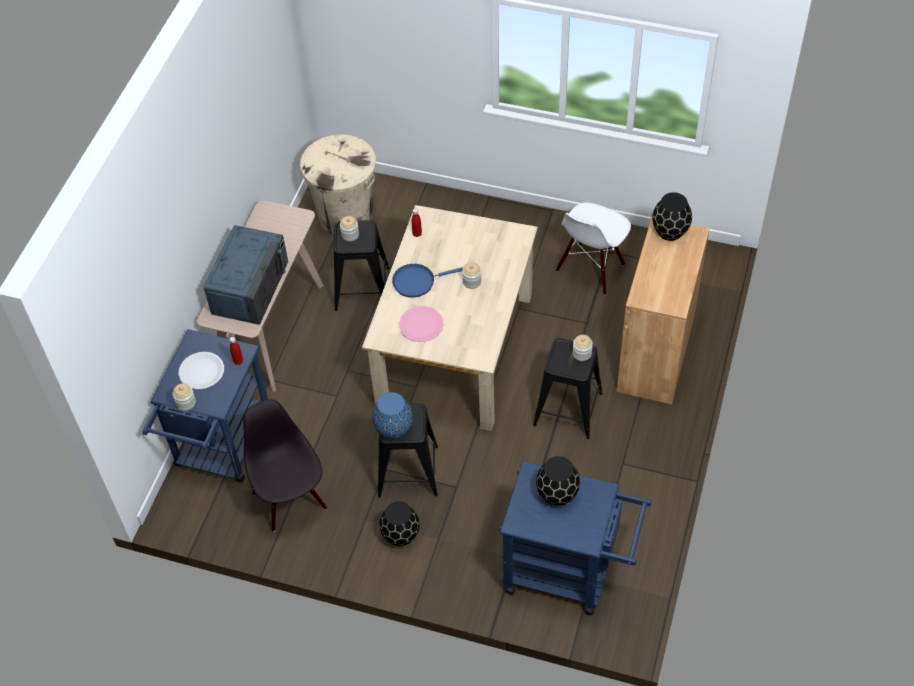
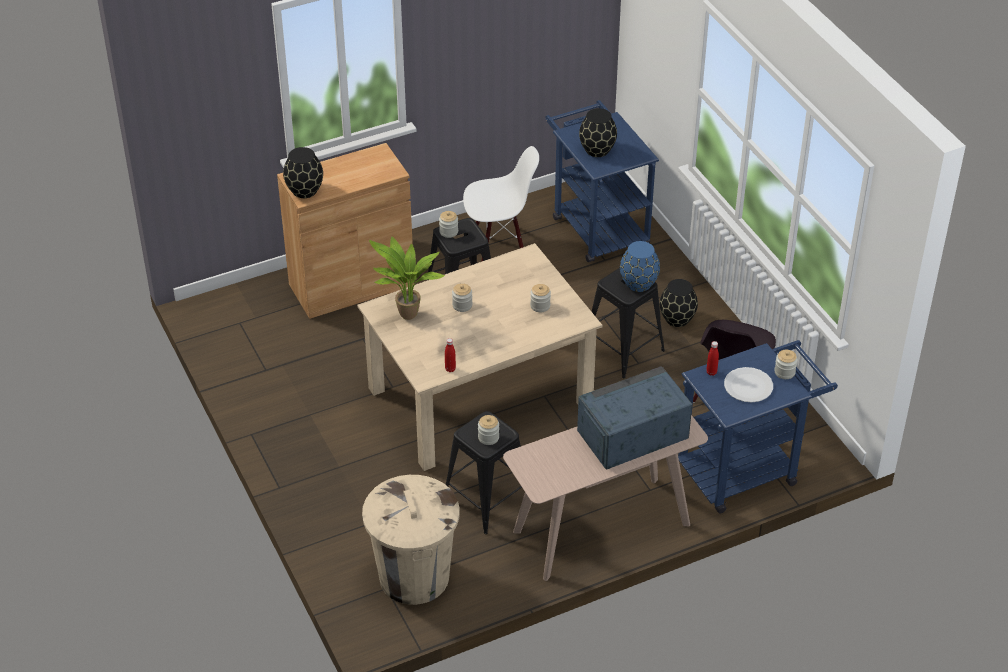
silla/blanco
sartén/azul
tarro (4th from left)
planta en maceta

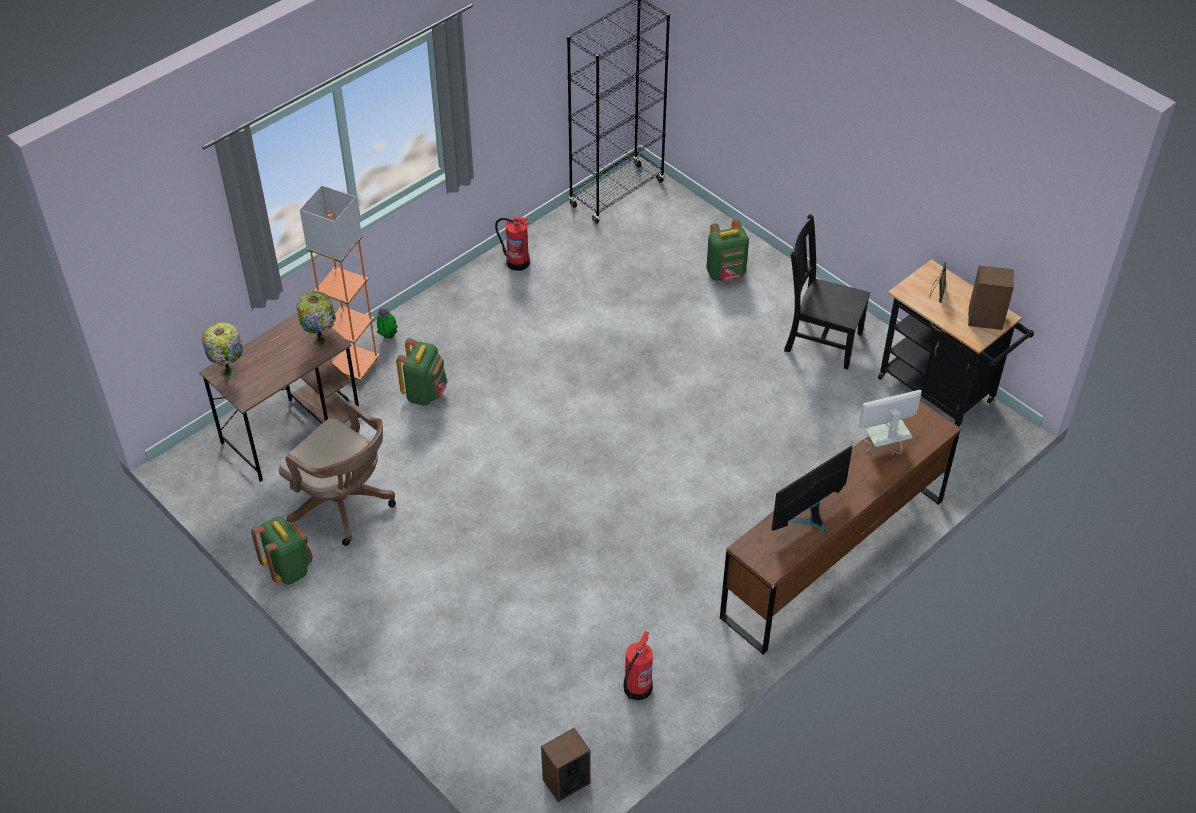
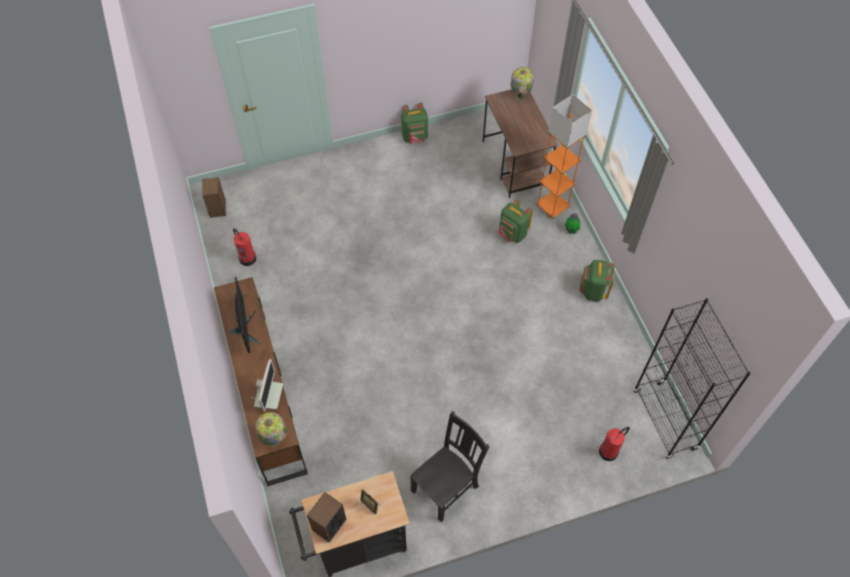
extintor (2nd from left)
mochila/verde (3rd from left)
lámpara de mesa (1st from left)
silla de oficina/marrón

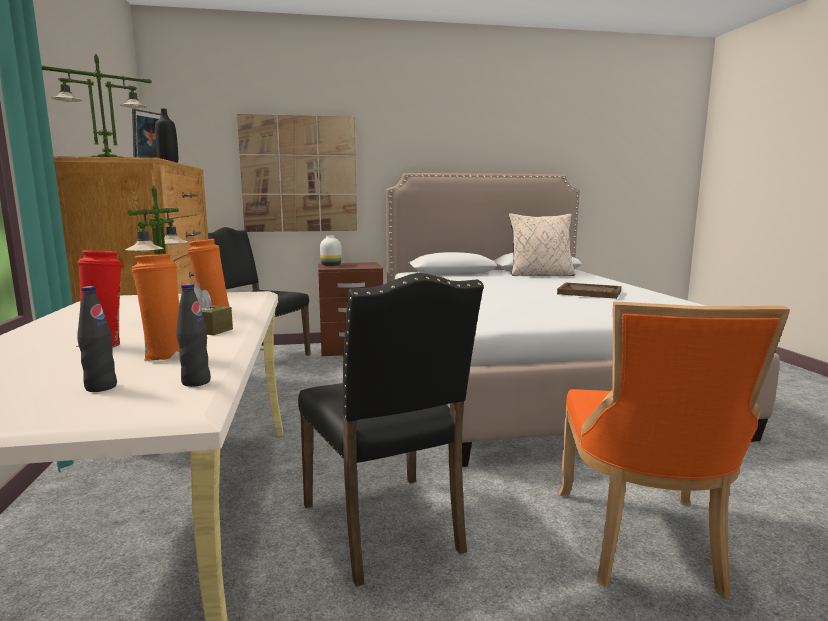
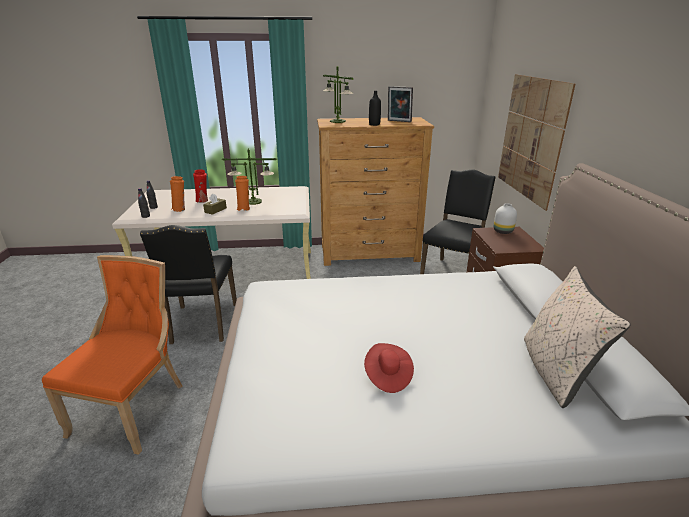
silla/negro (1st from left)
sombrero/rojo
silla/naranja

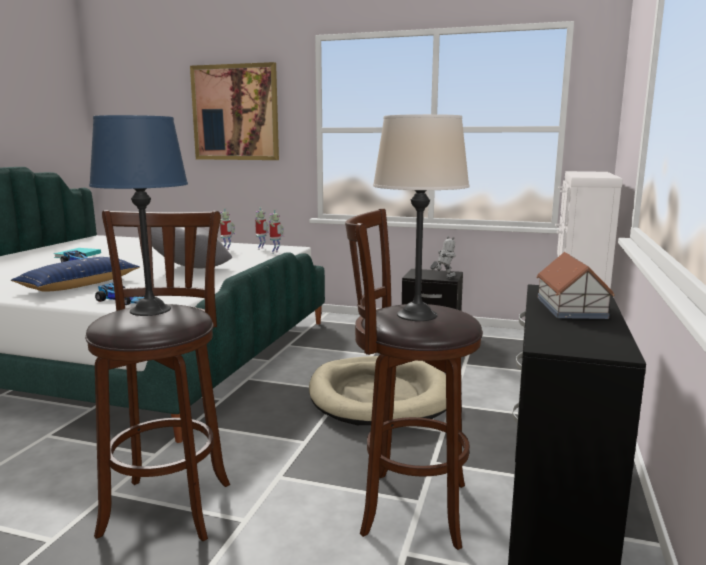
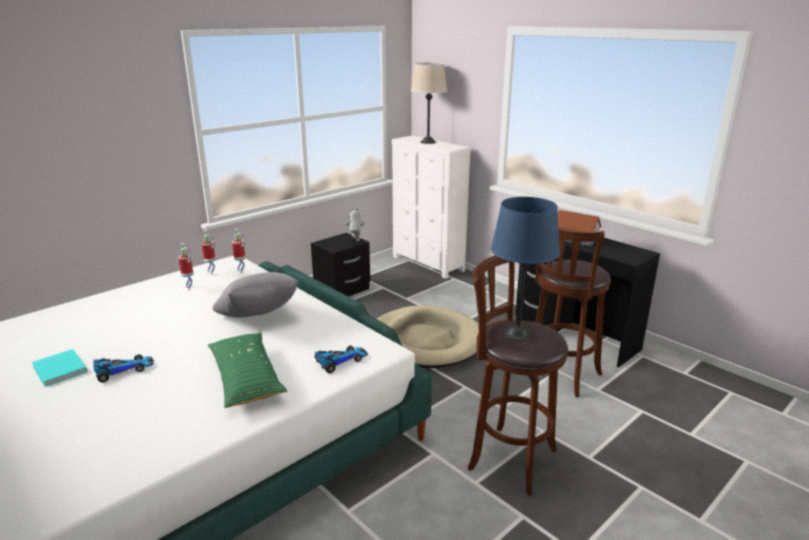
cuadro
lámpara de mesa/beis
cojín/verde

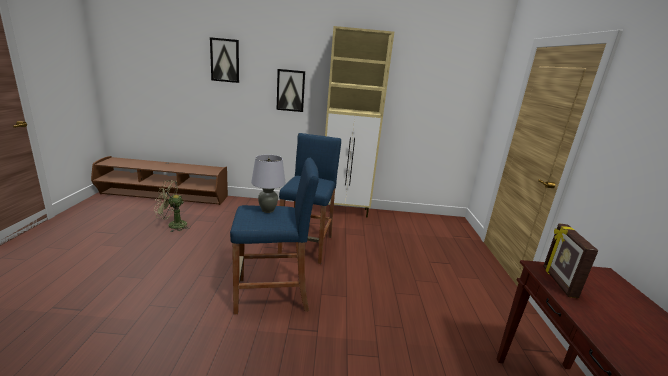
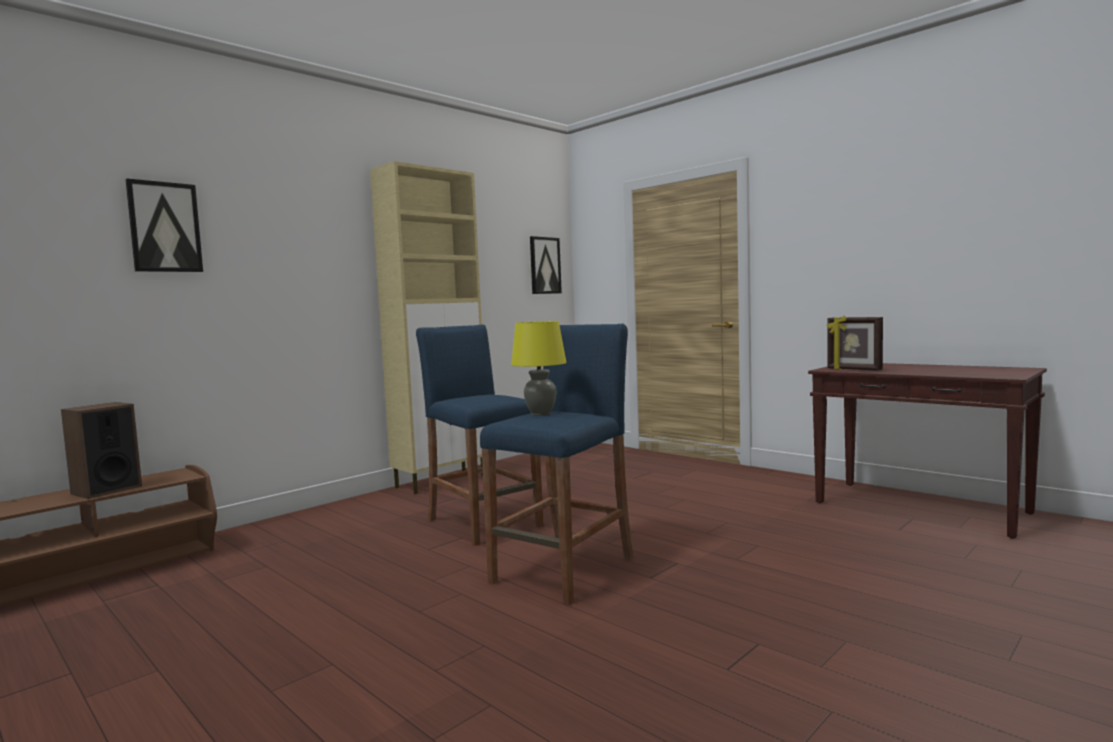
cuadro (2nd from left)
lámpara de mesa/amarillo
ventilador/verde
altavoz

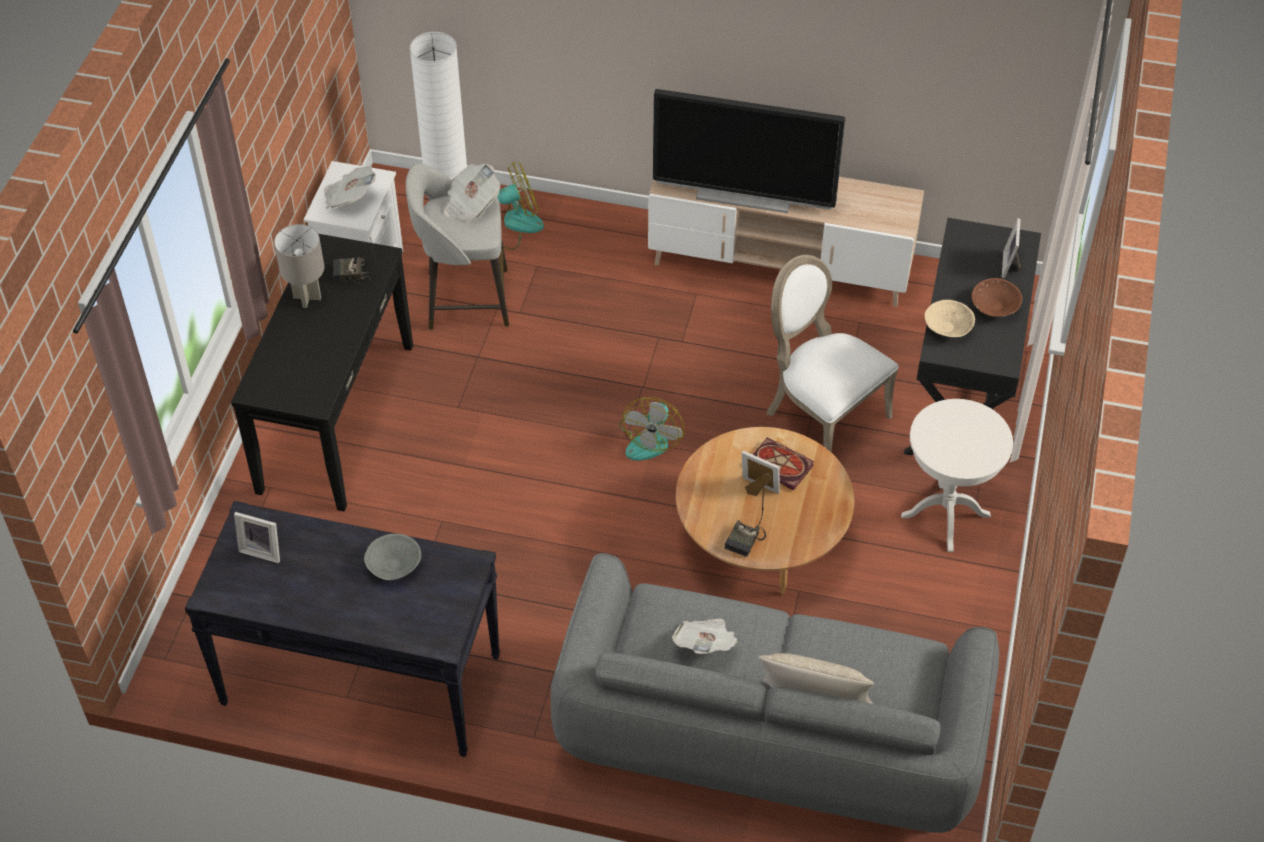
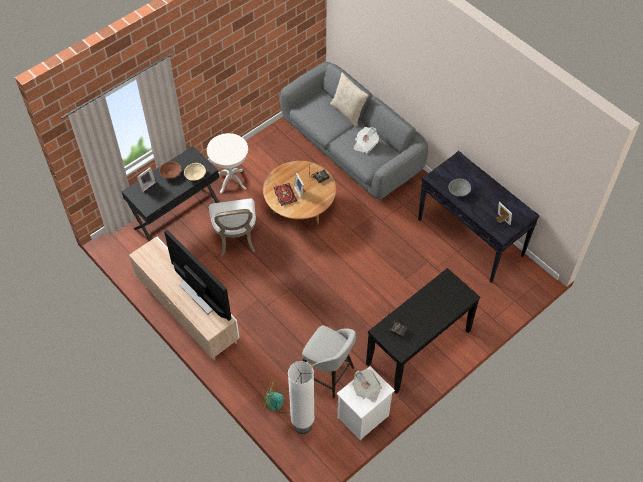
periódico (2nd from left in the first image)
lámpara de mesa/gris
ventilador (2nd from left in the first image)

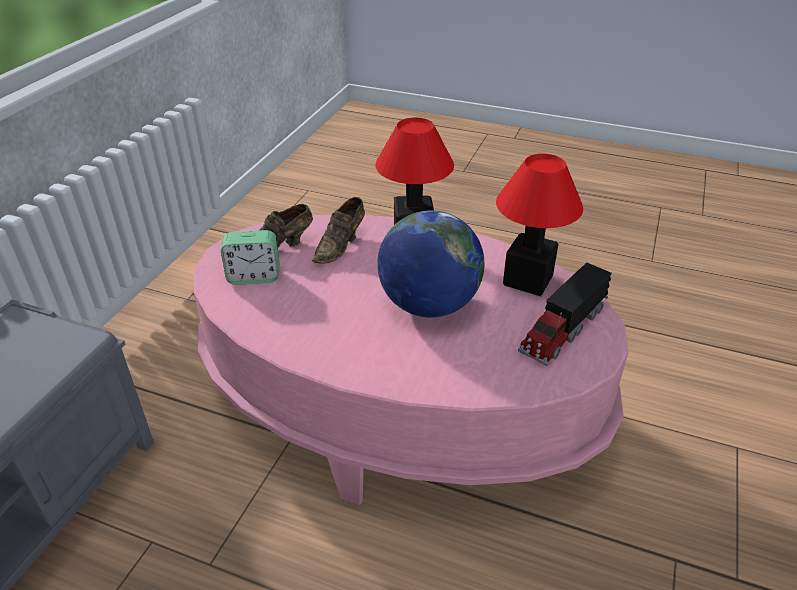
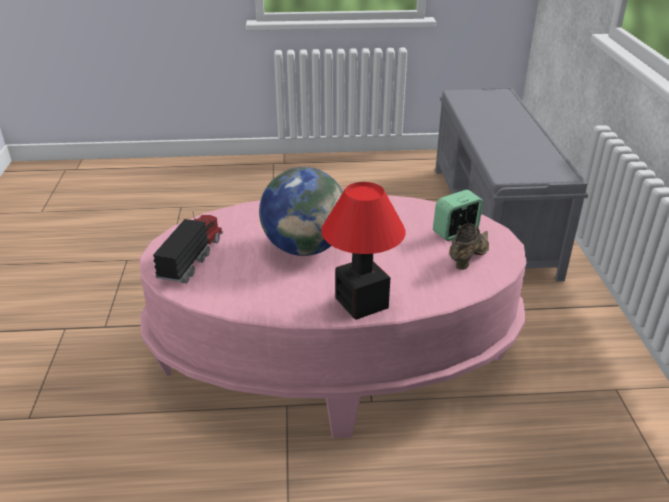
lámpara de mesa (2nd from left in the first image)
zapato/marrón (2nd from left in the first image)

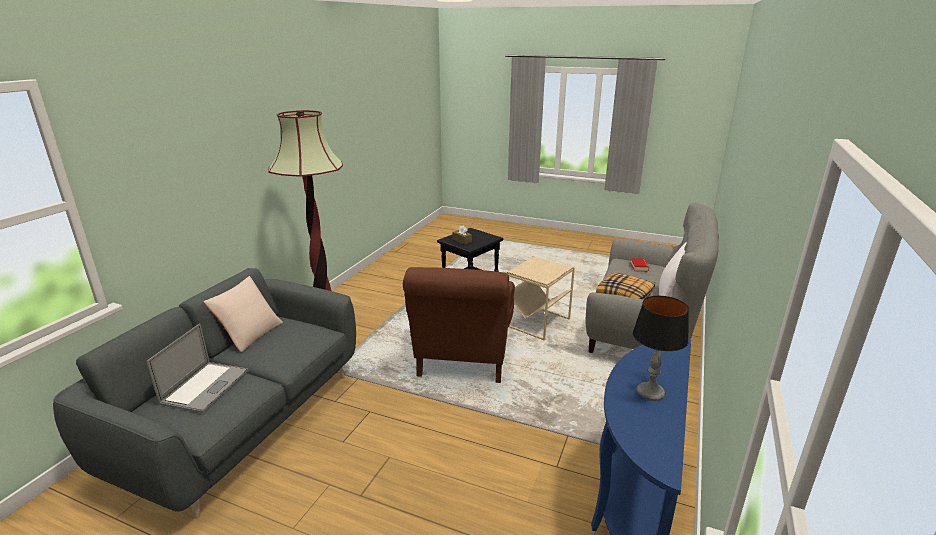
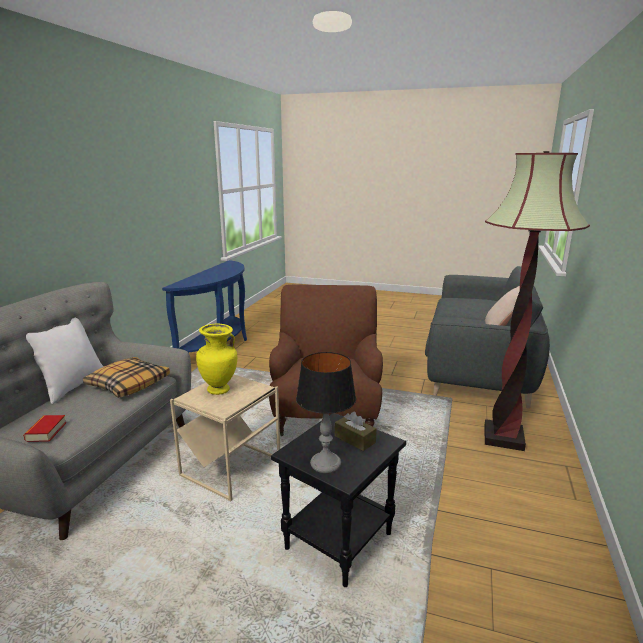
lámpara de mesa
portátil
florero/amarillo

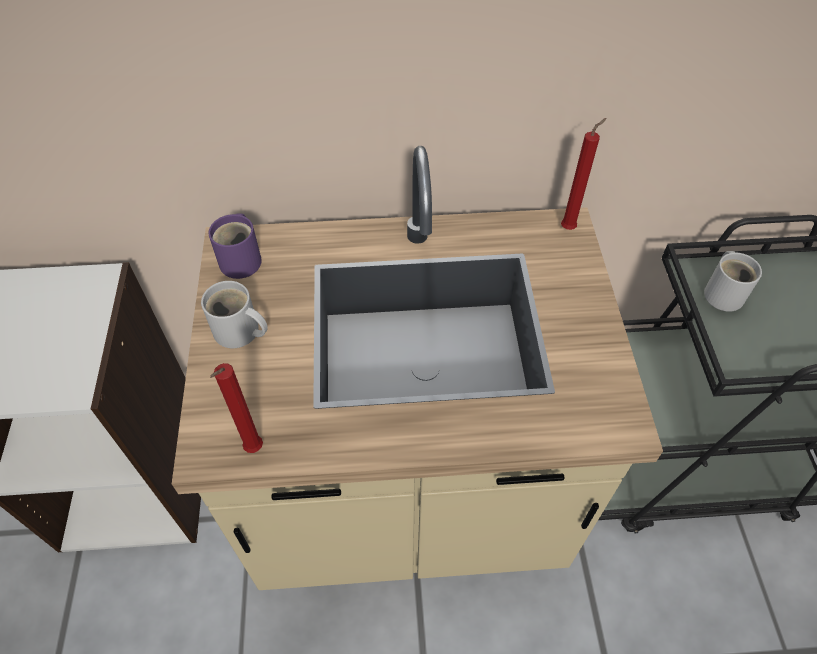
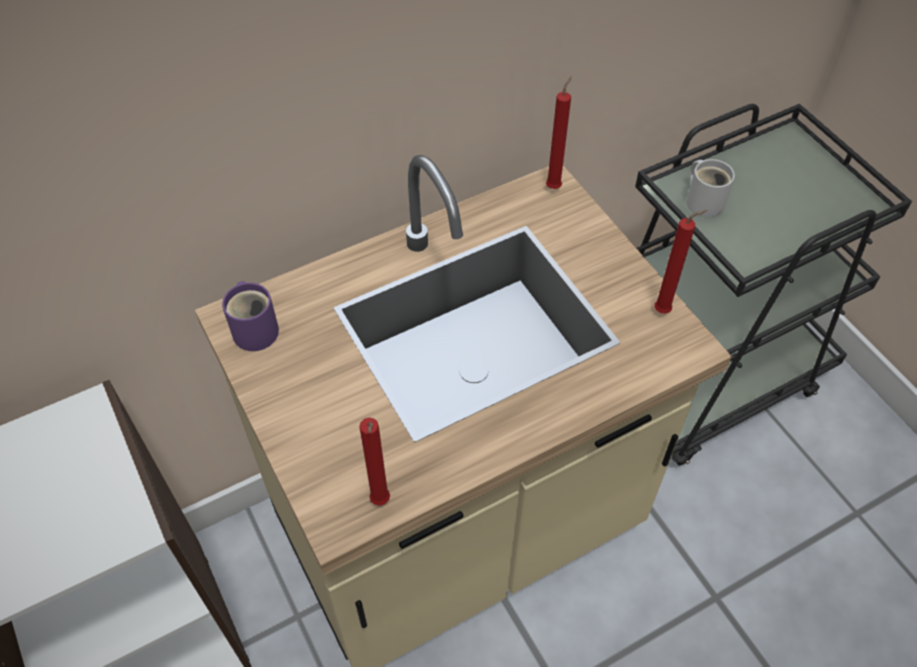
taza grande/blanco (1st from left in the first image)
vela/rojo (3rd from left)

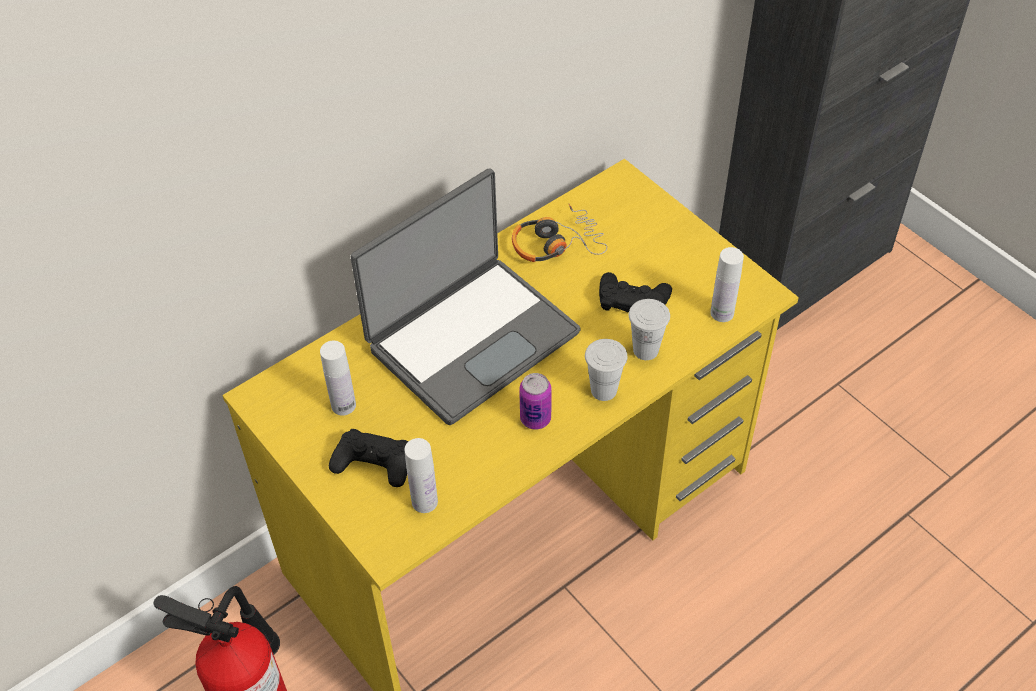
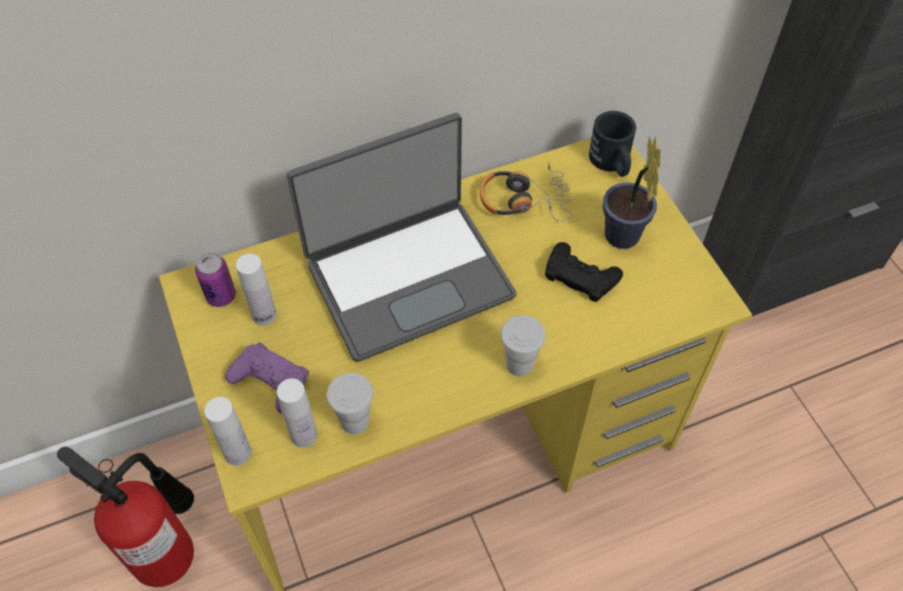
botella/blanco (1st from left)
taza/blanco (1st from left)
lata
mando de consola/morado
taza grande/negro
planta en maceta

